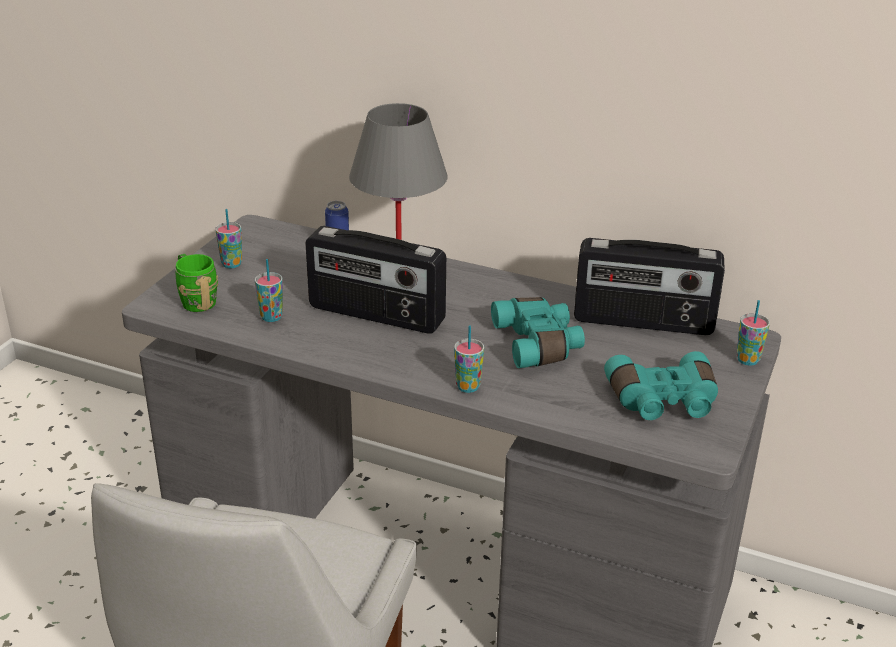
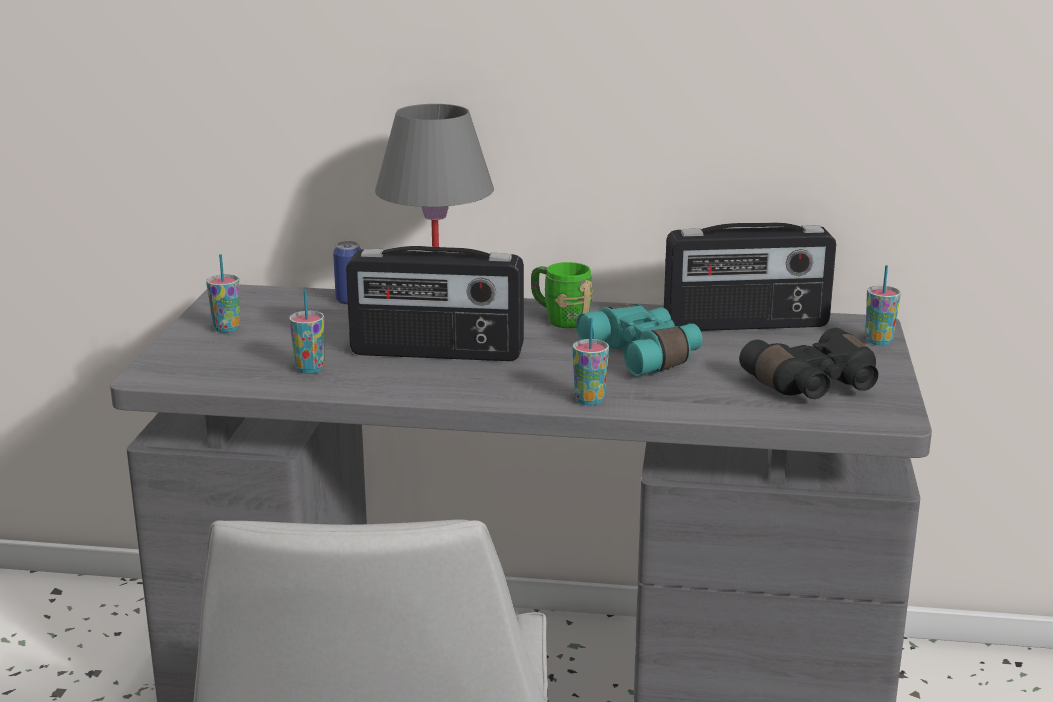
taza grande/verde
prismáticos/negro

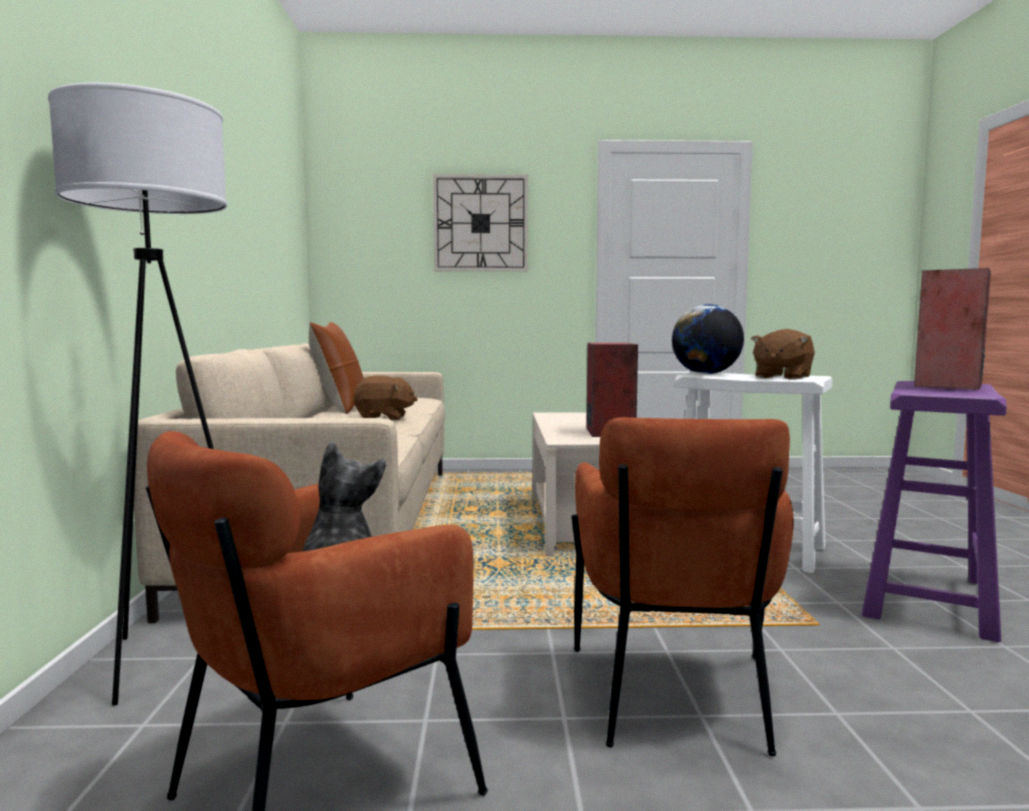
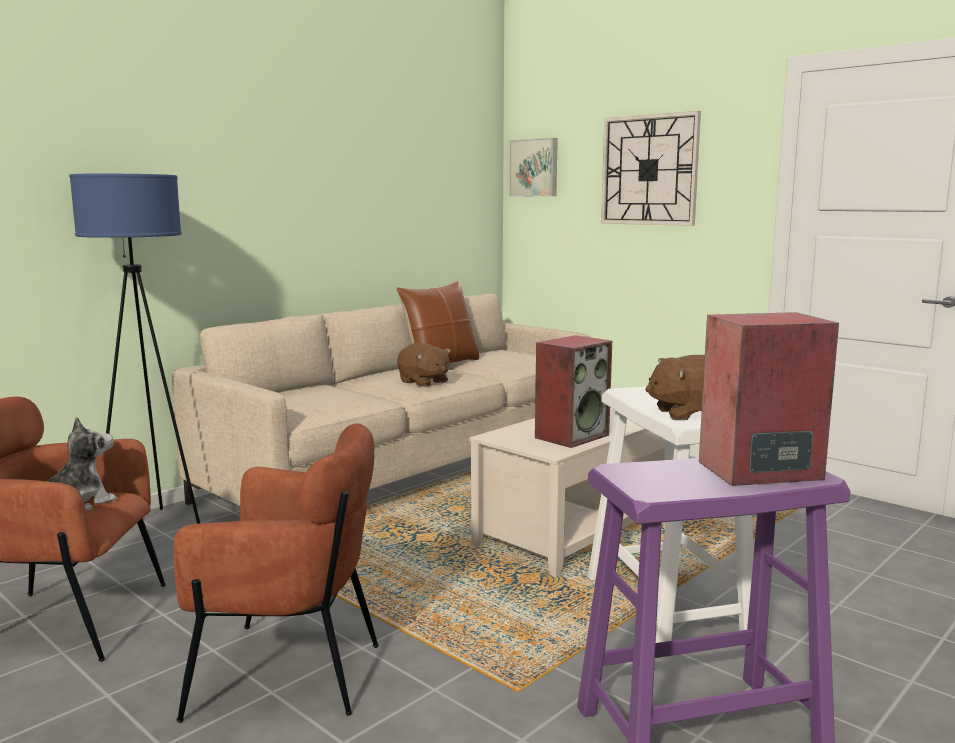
lámpara de pie/azul
globo terráqueo
sillón/marrón (2nd from left)
cuadro

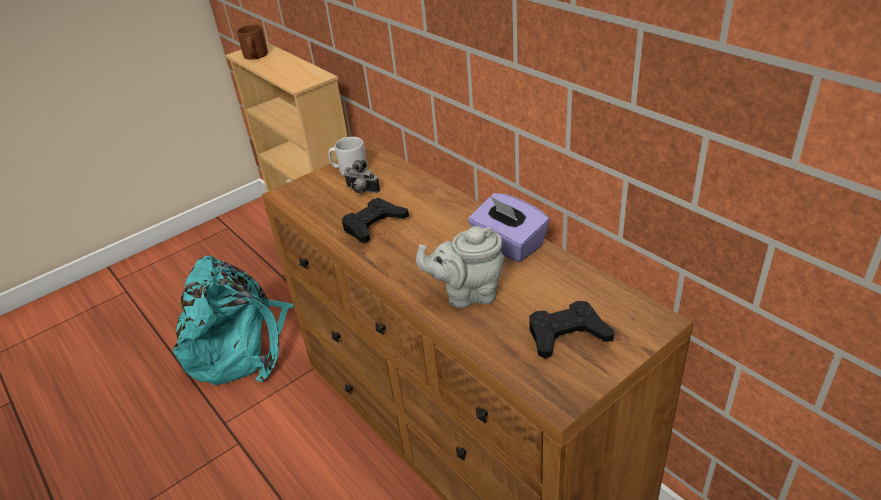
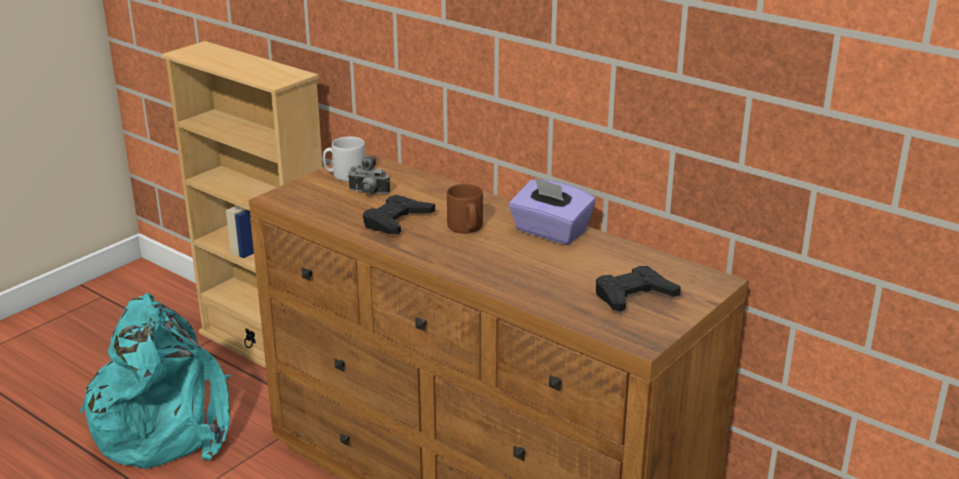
taza grande/marrón
tetera/gris

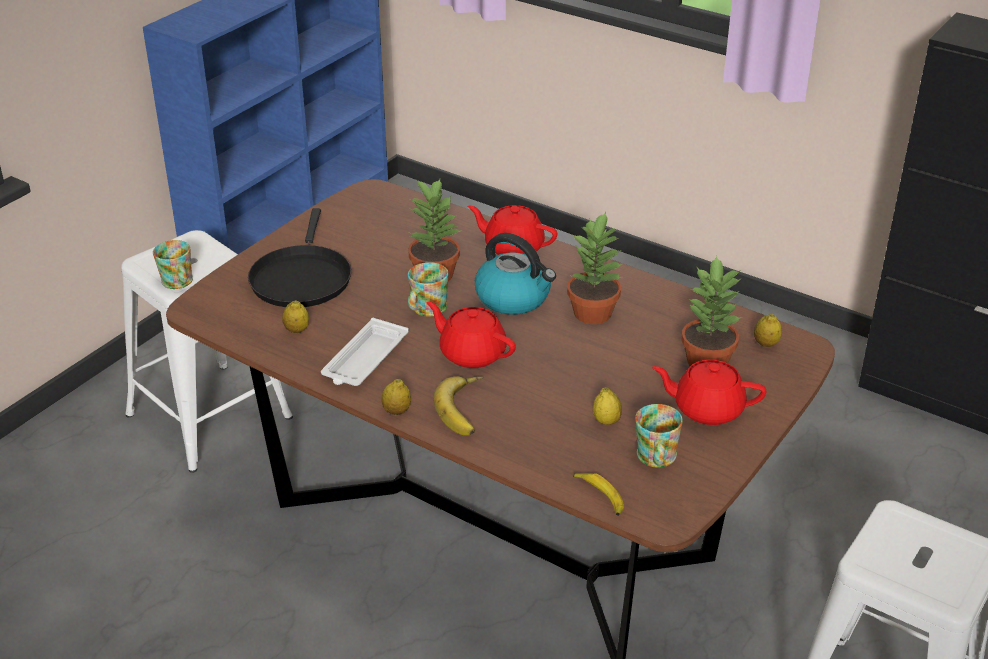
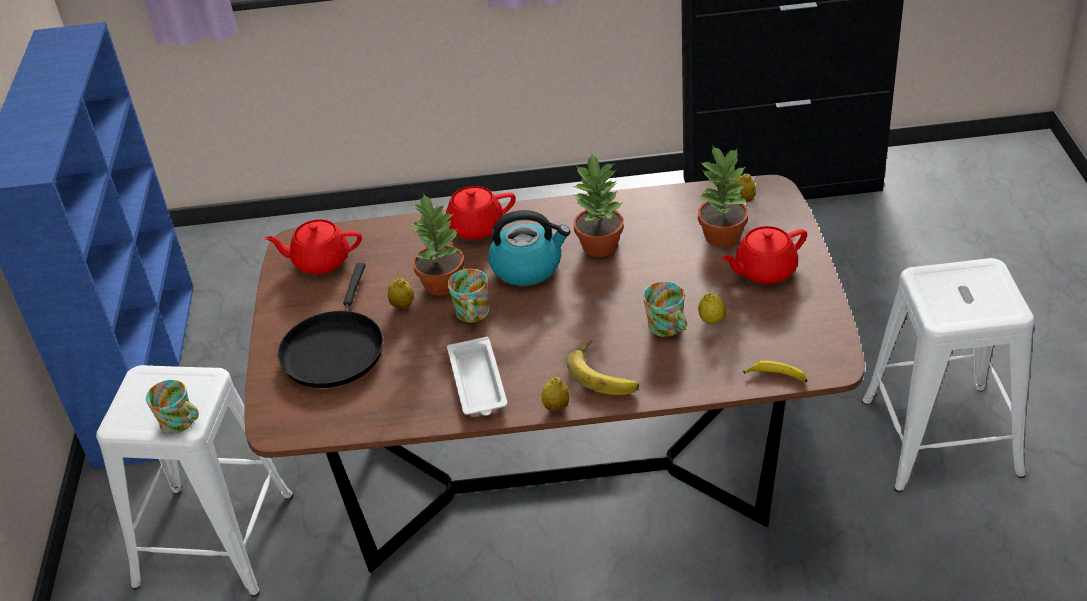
sartén/negro
limón (1st from left)
tetera/rojo (1st from left)
taza grande (3rd from left)

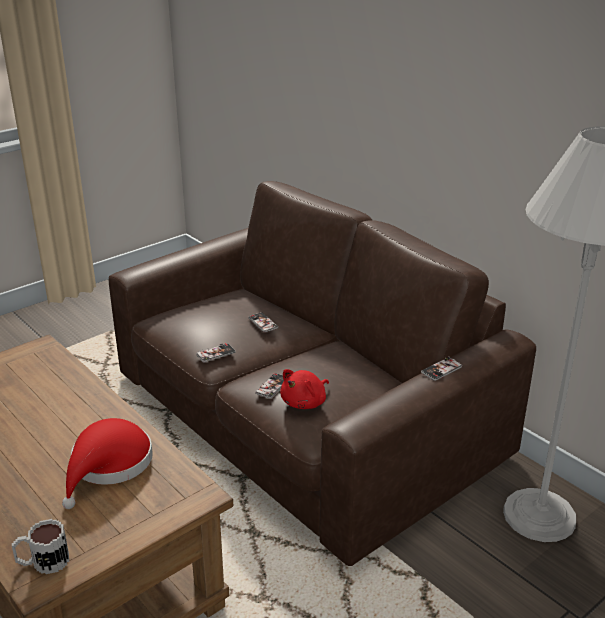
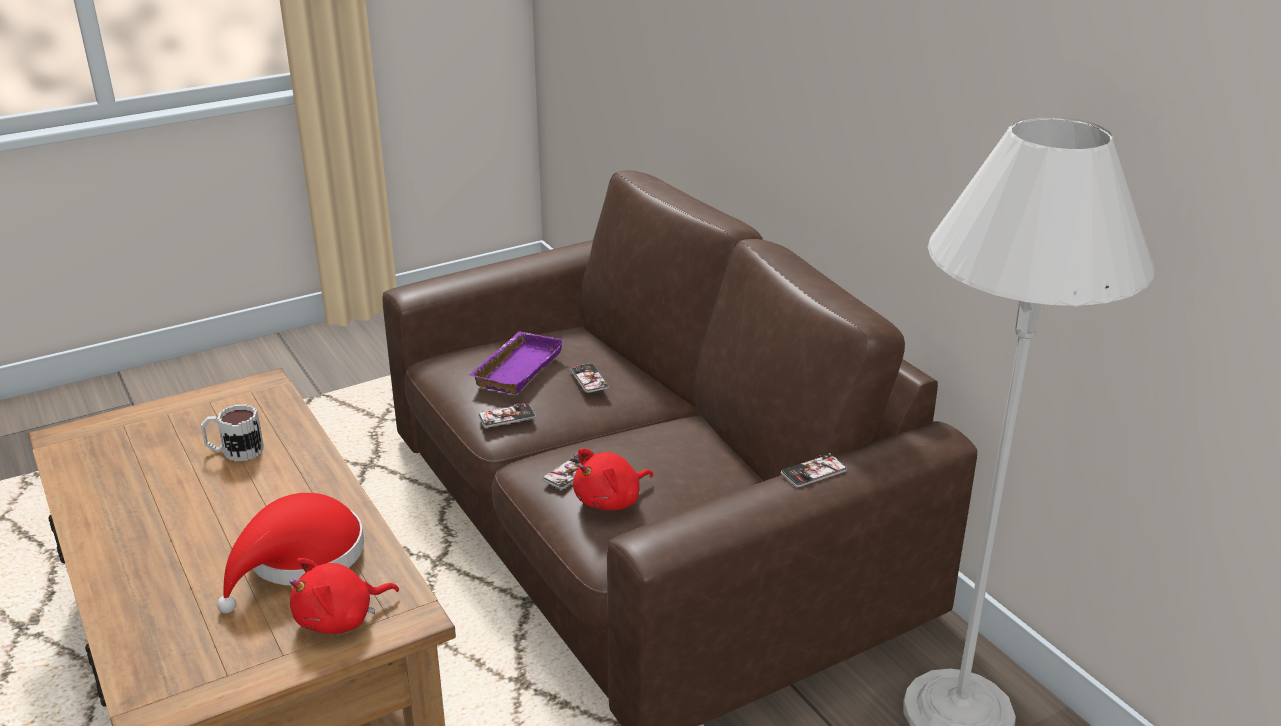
taza grande
bandeja/morado
peluche/rojo (1st from left)

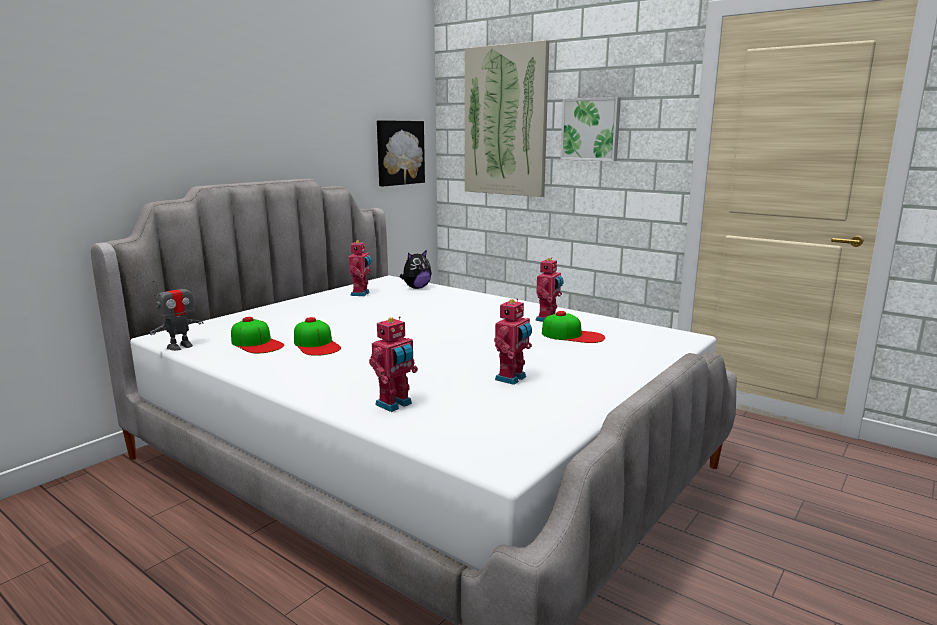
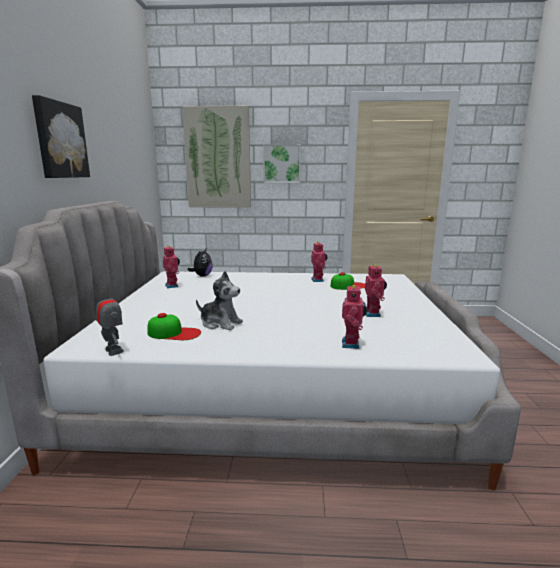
cuadro (1st from left)
robot de juguete (1st from left)
peluche (2nd from left)

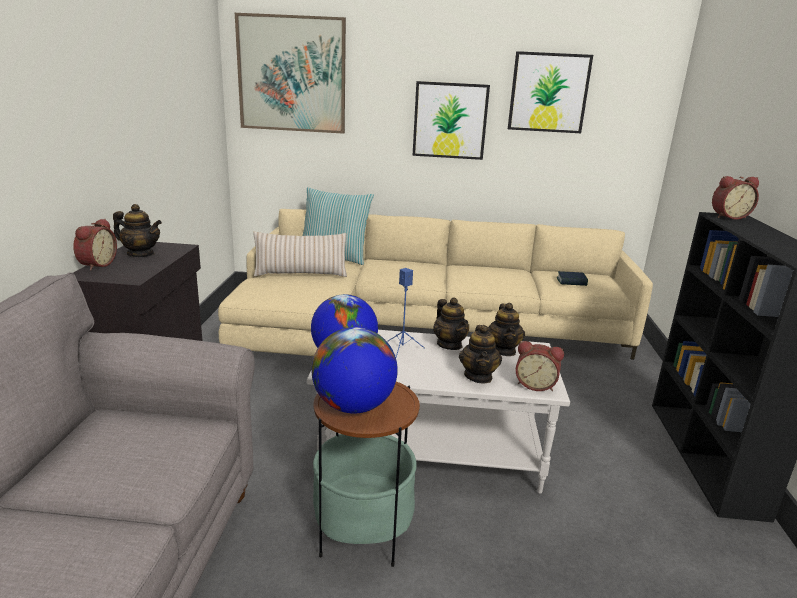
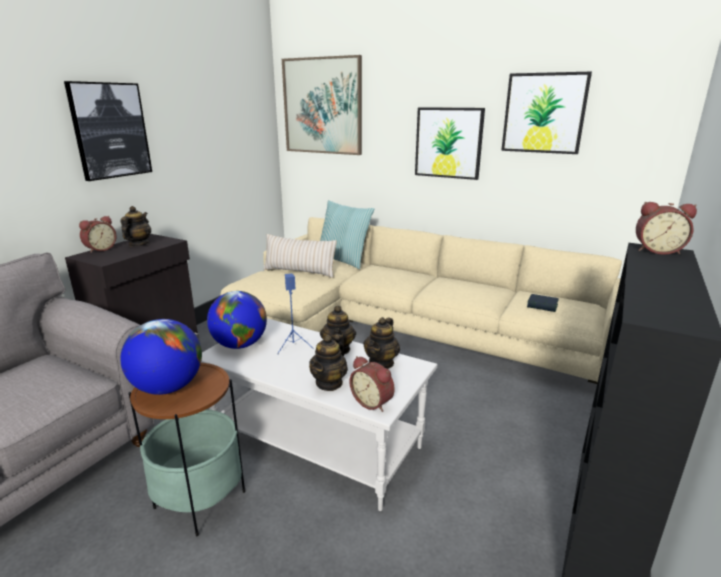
tetera (1st from left)
cuadro (1st from left)

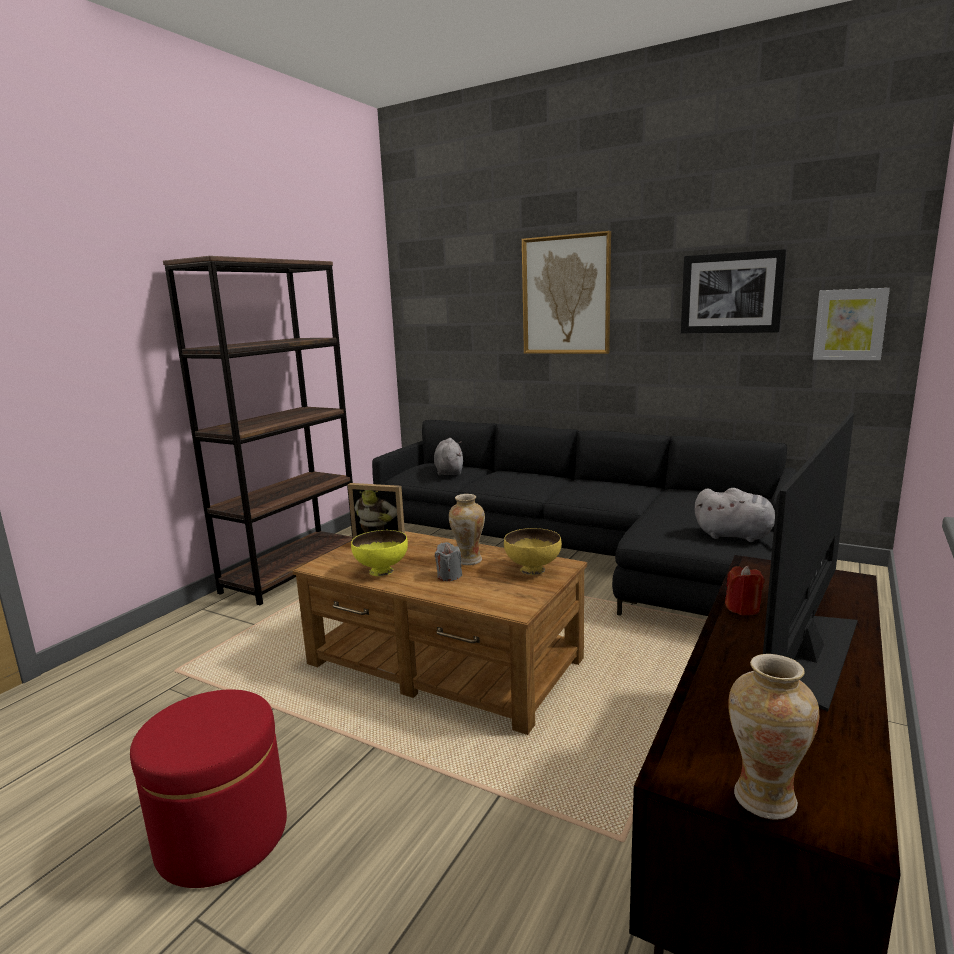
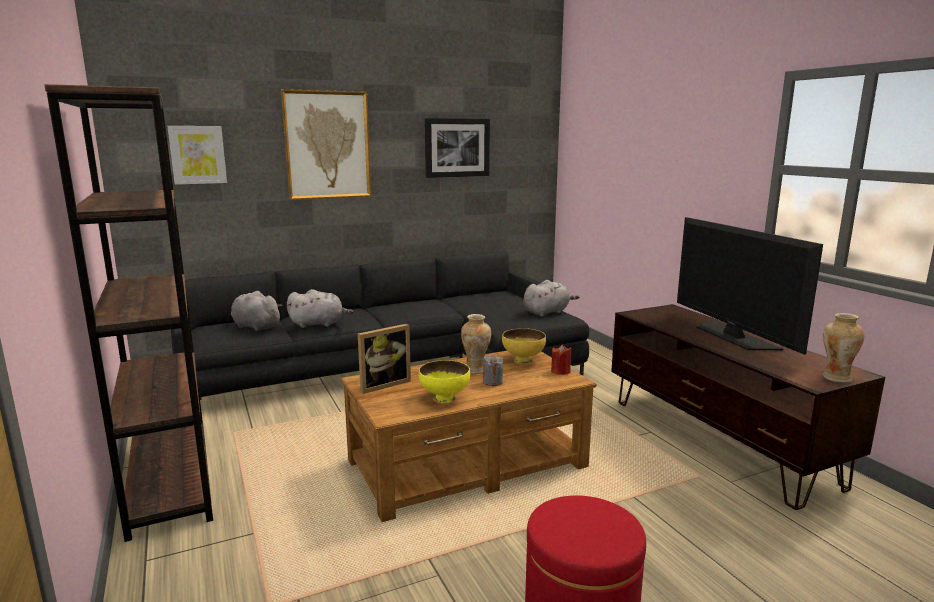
cuadro (1st from left)
vela/rojo
peluche/gris (2nd from left)

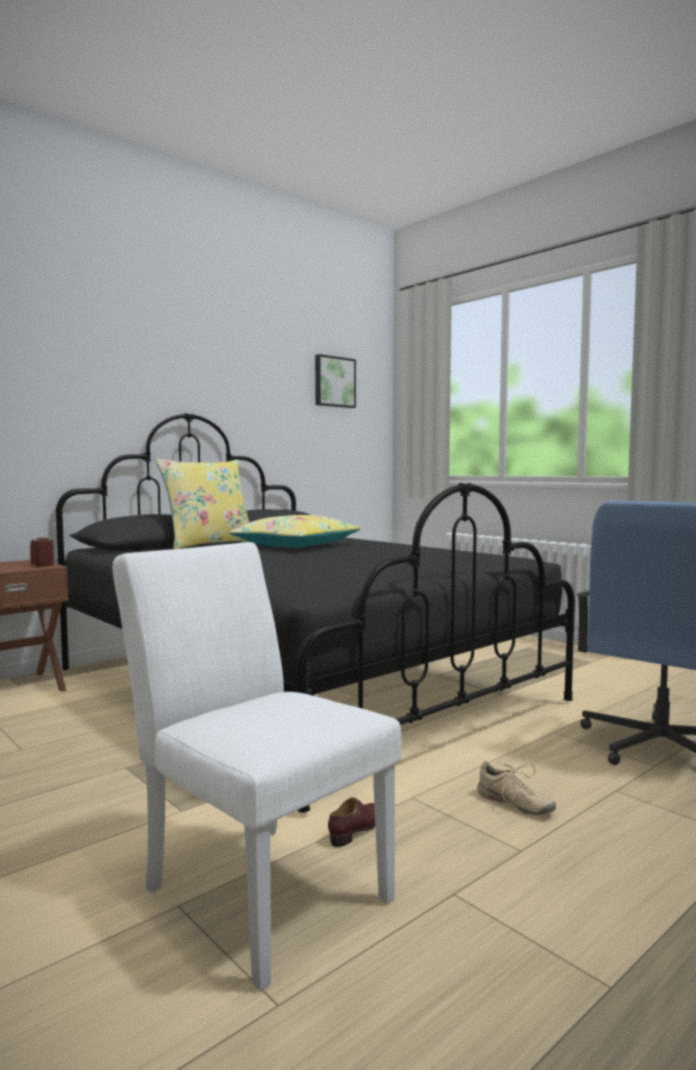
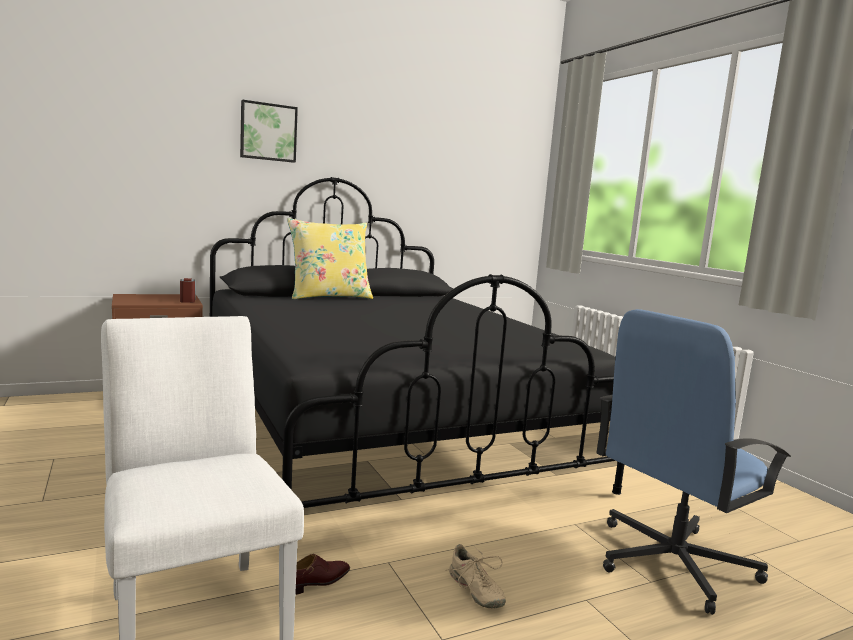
cuadro
cojín/amarillo (2nd from left in the first image)

